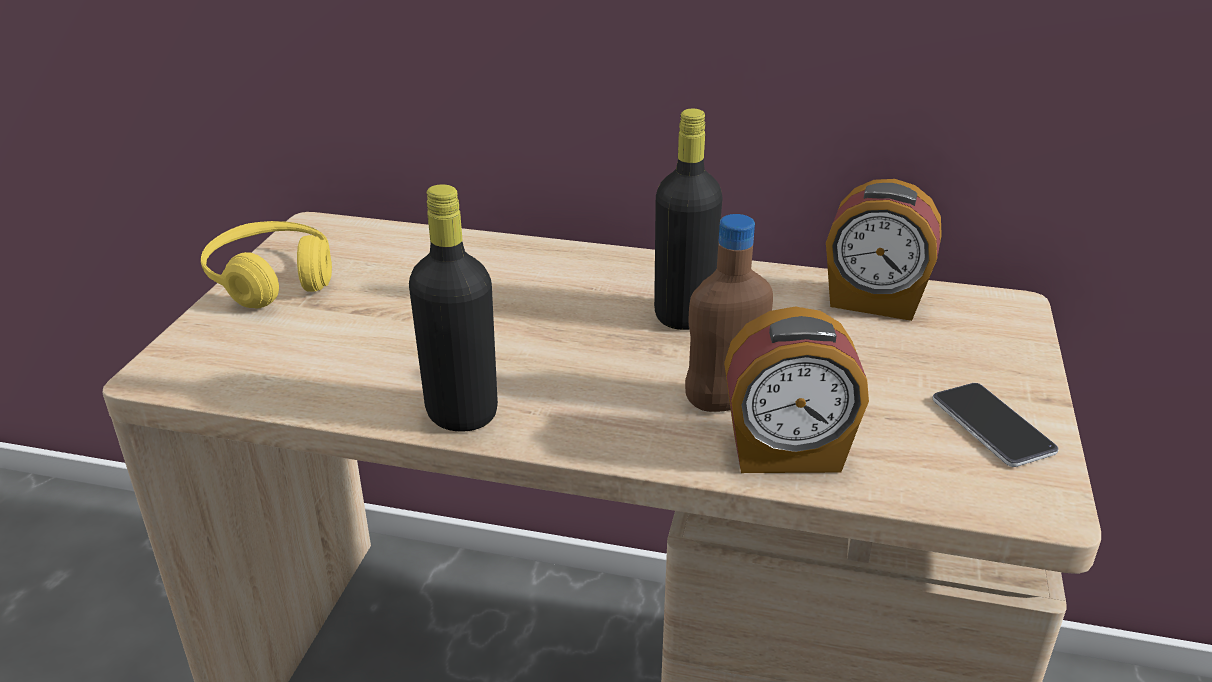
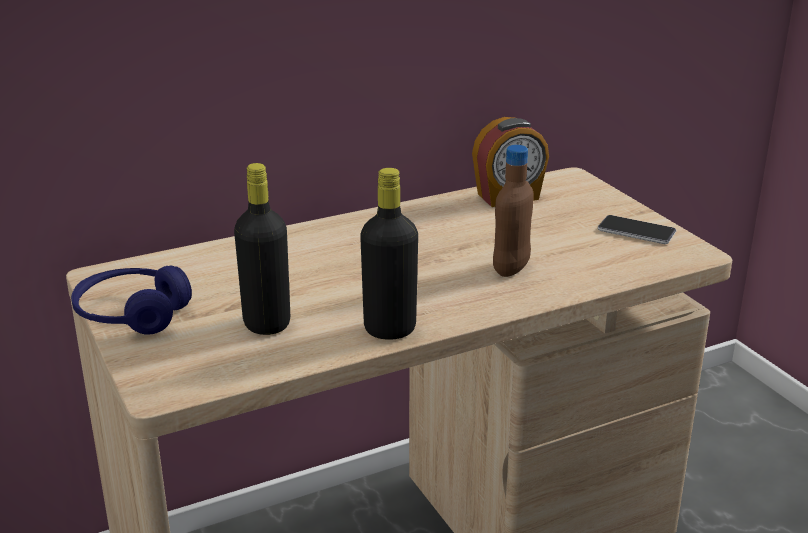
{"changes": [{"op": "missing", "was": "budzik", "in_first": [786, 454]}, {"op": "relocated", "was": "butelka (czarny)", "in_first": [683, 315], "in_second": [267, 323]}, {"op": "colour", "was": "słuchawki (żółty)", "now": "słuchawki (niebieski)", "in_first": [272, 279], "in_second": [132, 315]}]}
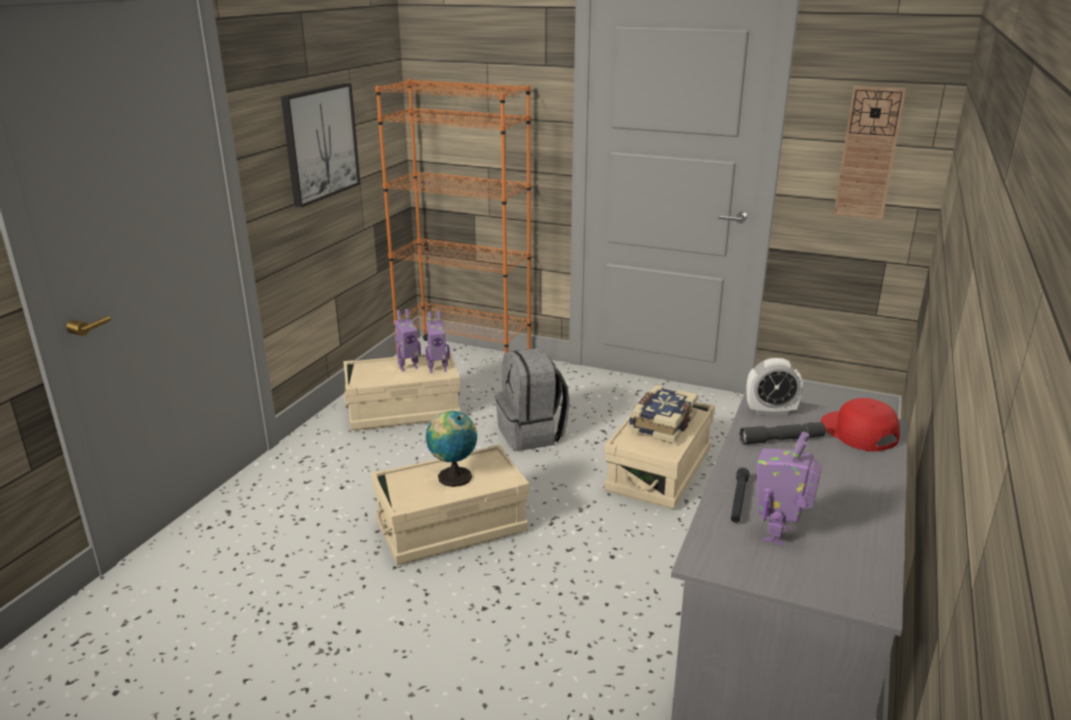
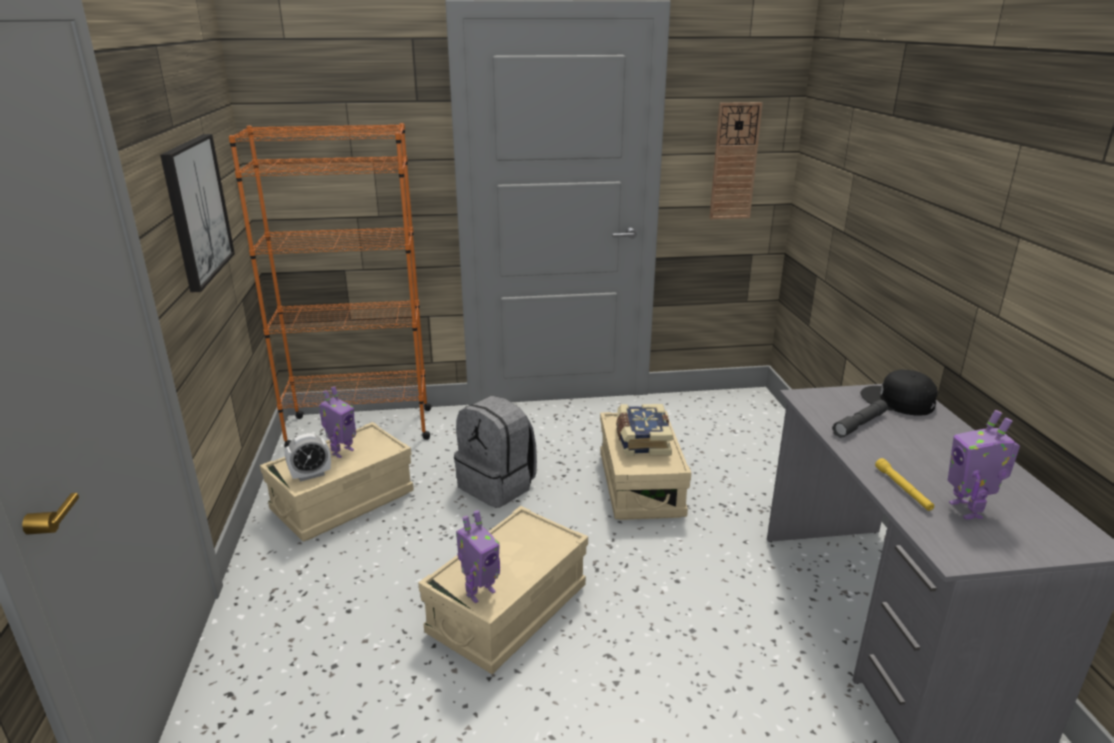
{"changes": [{"op": "missing", "was": "globus", "in_first": [452, 476]}, {"op": "relocated", "was": "robot zabawkowy", "in_first": [438, 369], "in_second": [479, 592]}, {"op": "relocated", "was": "budzik", "in_first": [770, 411], "in_second": [311, 475]}, {"op": "colour", "was": "latarka (czarny)", "now": "latarka (żółty)", "in_first": [738, 500], "in_second": [903, 489]}, {"op": "colour", "was": "czapka z daszkiem (czerwony)", "now": "czapka z daszkiem (czarny)", "in_first": [858, 432], "in_second": [898, 401]}]}
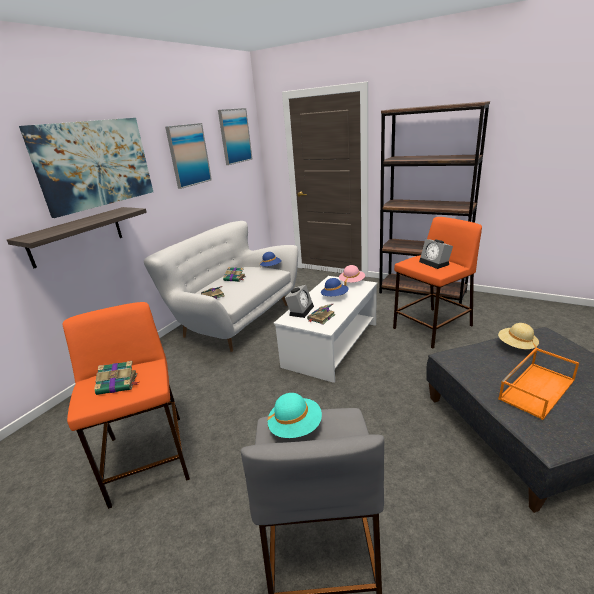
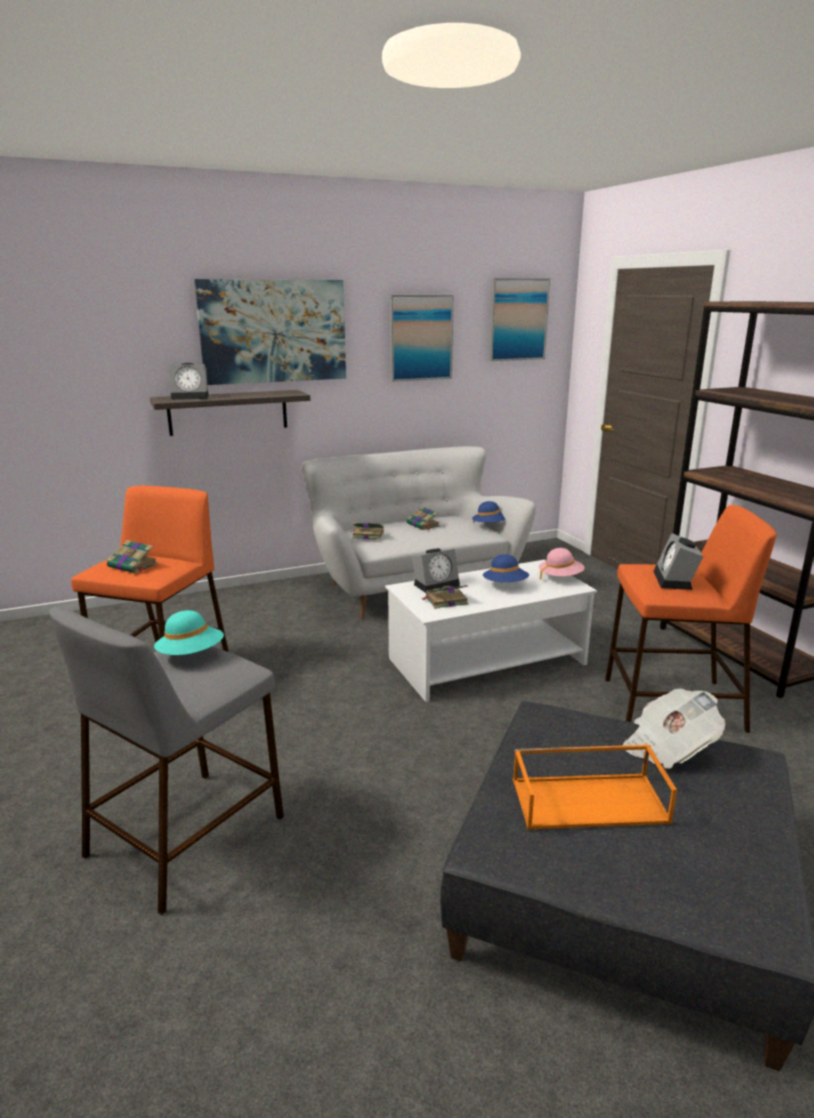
{"changes": [{"op": "appeared", "now": "budzik", "in_second": [191, 397]}, {"op": "exchanged", "was": "kapelusz (beżowy)", "now": "gazeta", "in_first": [516, 346], "in_second": [668, 747]}]}
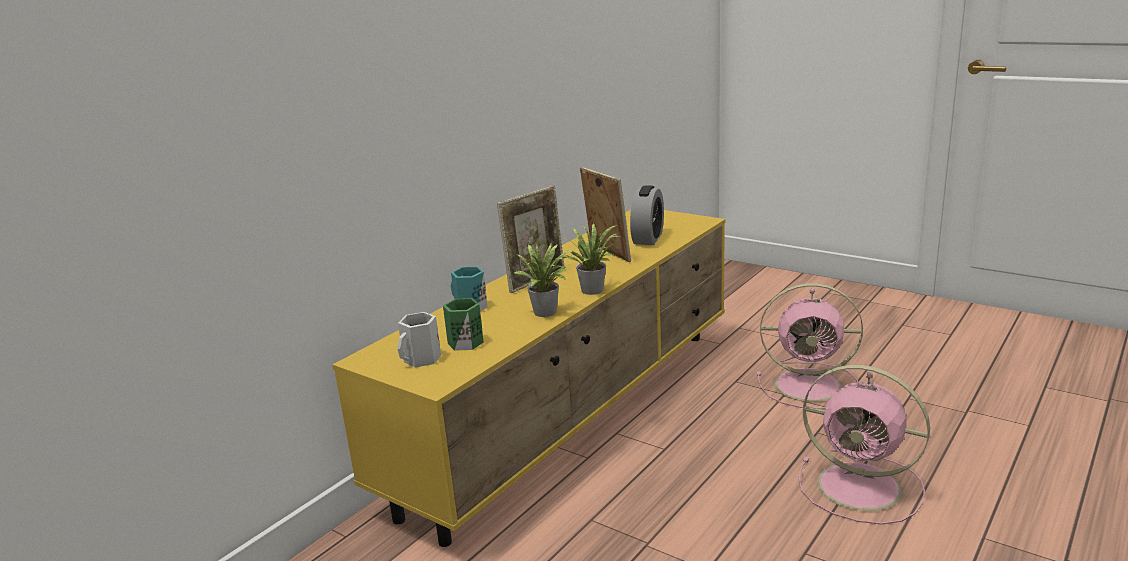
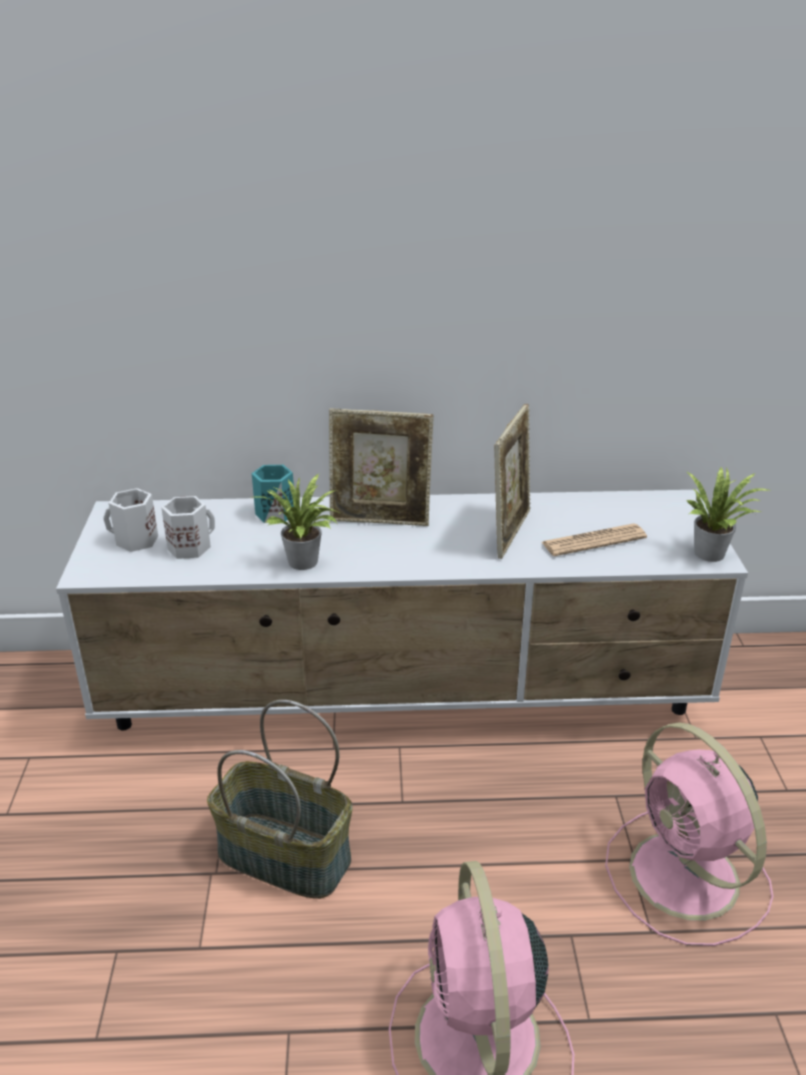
{"changes": [{"op": "appeared", "now": "koszyk", "in_second": [282, 857]}, {"op": "relocated", "was": "roślina doniczkowa", "in_first": [593, 289], "in_second": [713, 553]}, {"op": "exchanged", "was": "budzik", "now": "gazeta", "in_first": [648, 238], "in_second": [593, 541]}, {"op": "colour", "was": "szafka pod telewizor (żółty)", "now": "szafka pod telewizor (biały)", "in_first": [574, 414], "in_second": [406, 696]}, {"op": "colour", "was": "kubek (zielony)", "now": "kubek (biały)", "in_first": [464, 342], "in_second": [190, 547]}]}
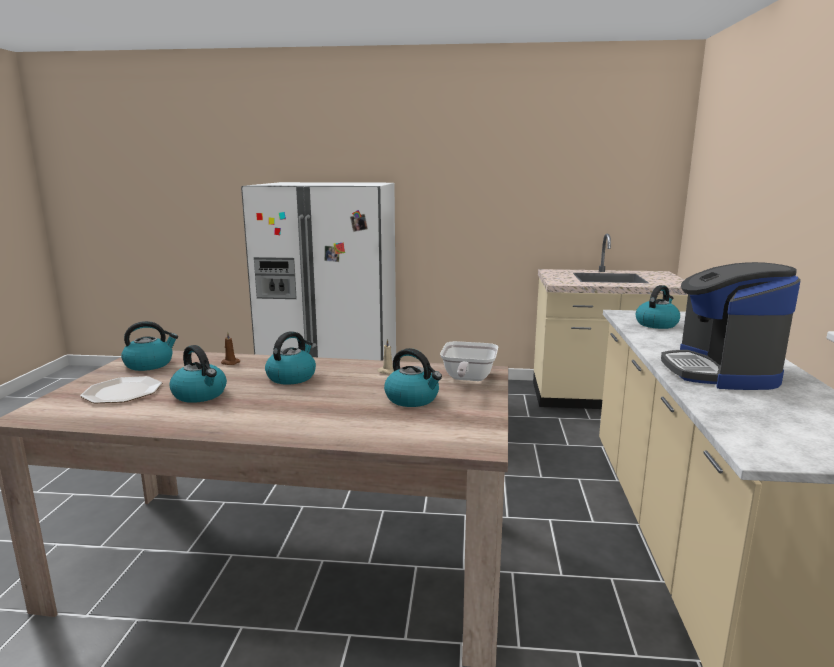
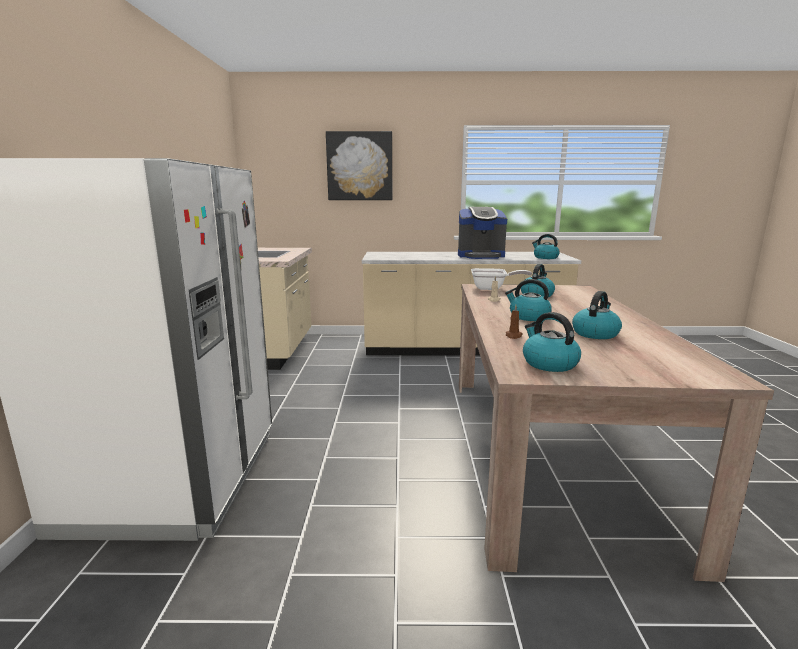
{"changes": [{"op": "missing", "was": "talerz", "in_first": [123, 392]}, {"op": "appeared", "now": "obraz", "in_second": [359, 166]}, {"op": "relocated", "was": "czajnik", "in_first": [656, 324], "in_second": [545, 257]}]}
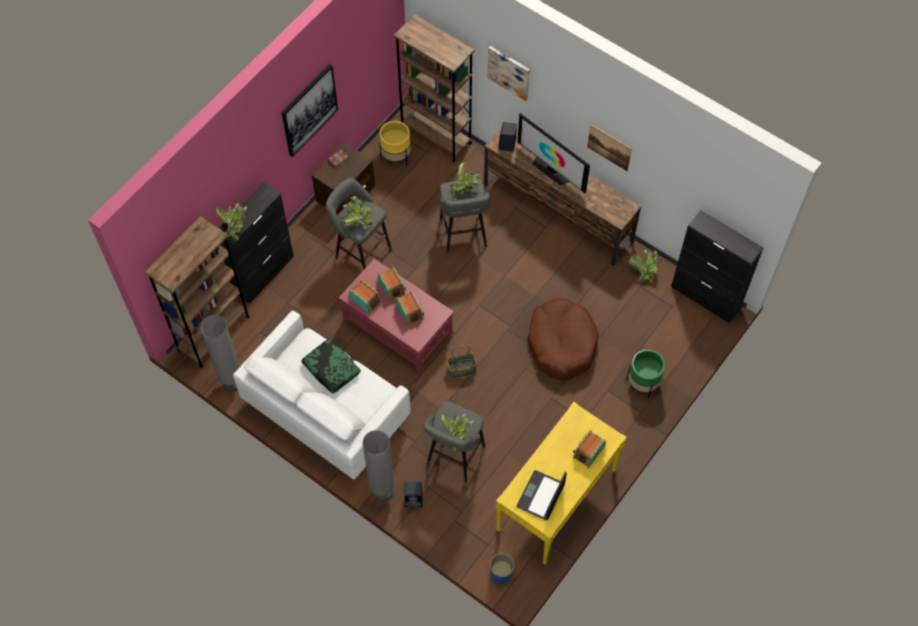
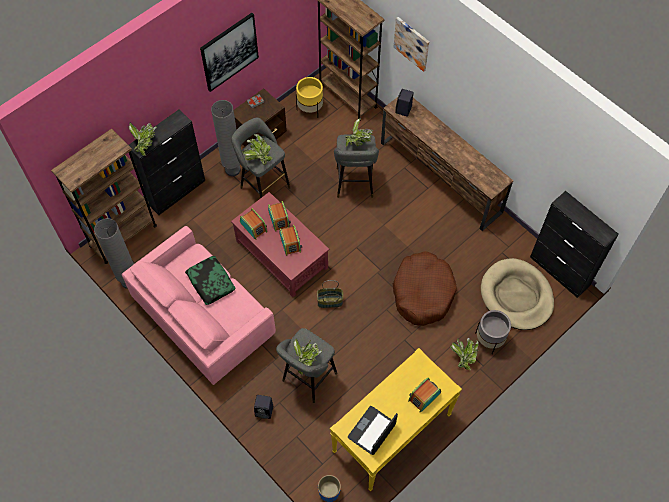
{"changes": [{"op": "missing", "was": "telewizor", "in_first": [551, 170]}, {"op": "missing", "was": "obraz", "in_first": [609, 147]}, {"op": "appeared", "now": "legowisko (beżowy)", "in_second": [516, 296]}, {"op": "relocated", "was": "lampa stojąca (szary)", "in_first": [382, 492], "in_second": [232, 170]}, {"op": "relocated", "was": "roślina doniczkowa", "in_first": [643, 271], "in_second": [463, 356]}, {"op": "colour", "was": "kanapa (biały)", "now": "kanapa (różowy)", "in_first": [327, 411], "in_second": [205, 319]}, {"op": "colour", "was": "donica (zielony)", "now": "donica (szary)", "in_first": [643, 383], "in_second": [489, 339]}]}
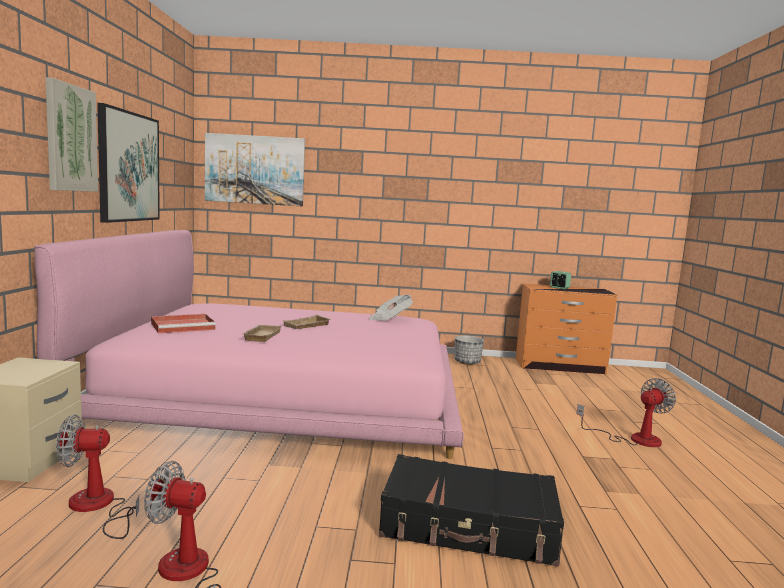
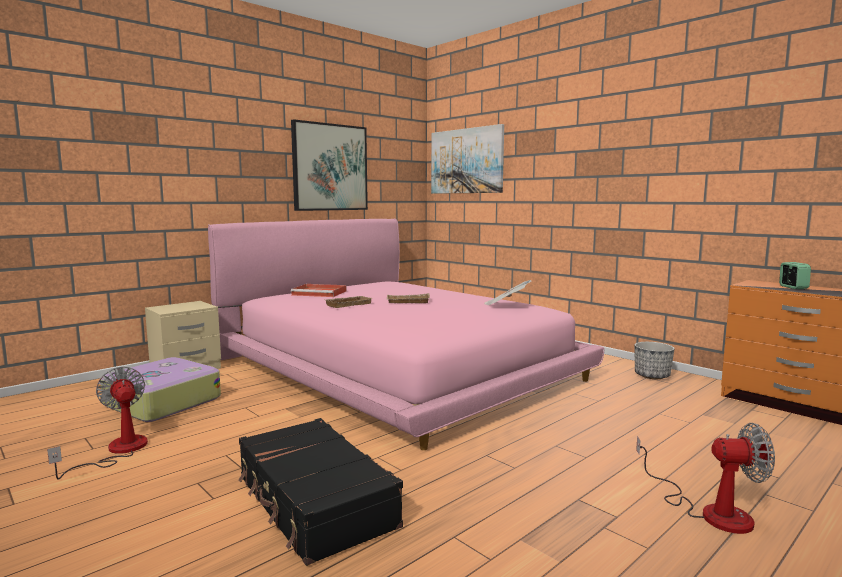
{"changes": [{"op": "missing", "was": "obraz", "in_first": [70, 138]}, {"op": "exchanged", "was": "wentylator", "now": "walizka", "in_first": [98, 507], "in_second": [161, 402]}]}
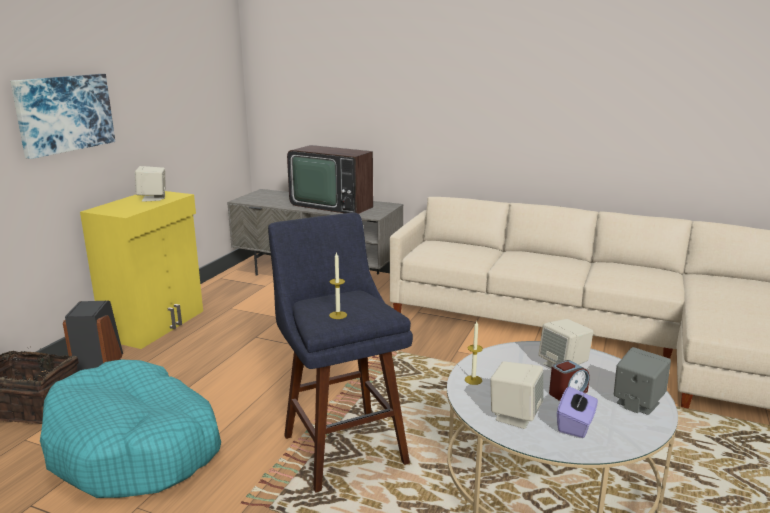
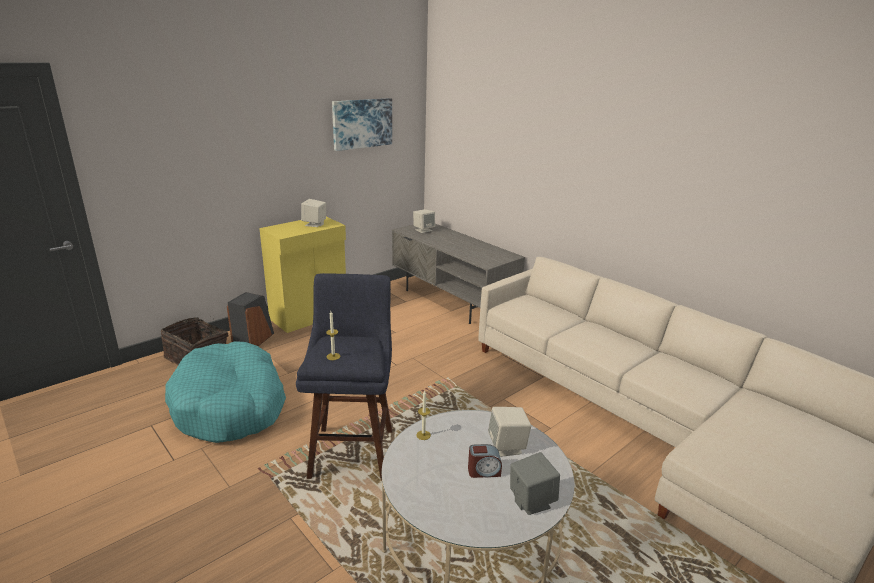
{"changes": [{"op": "missing", "was": "telewizor", "in_first": [333, 204]}, {"op": "missing", "was": "pudełko chusteczek (fioletowy)", "in_first": [575, 425]}, {"op": "relocated", "was": "obraz", "in_first": [64, 113], "in_second": [362, 123]}, {"op": "relocated", "was": "głośnik (beżowy)", "in_first": [514, 415], "in_second": [423, 230]}]}
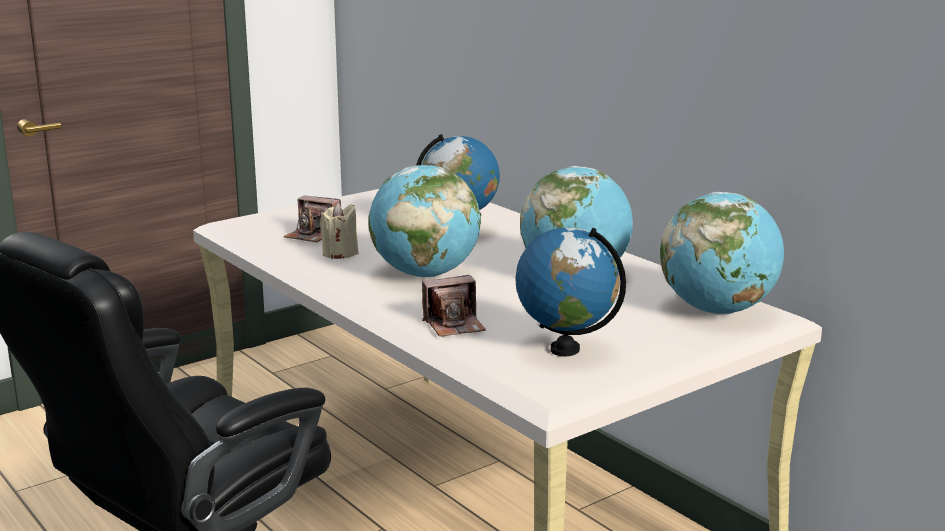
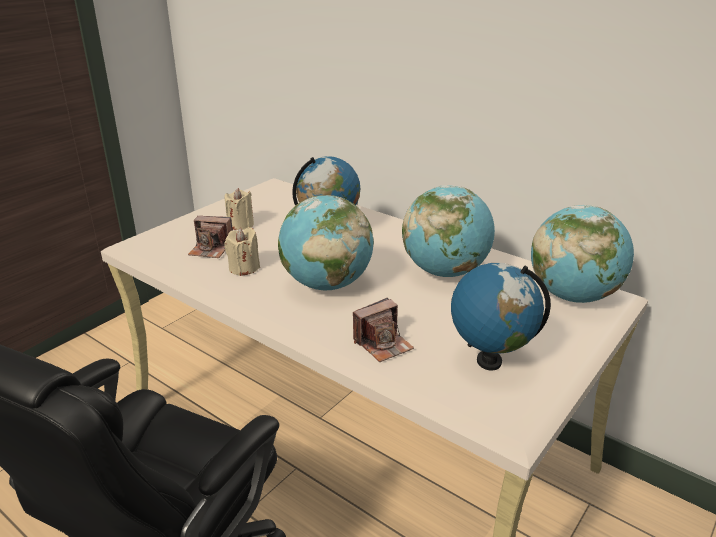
{"changes": [{"op": "appeared", "now": "świeca (beżowy)", "in_second": [240, 225]}]}
